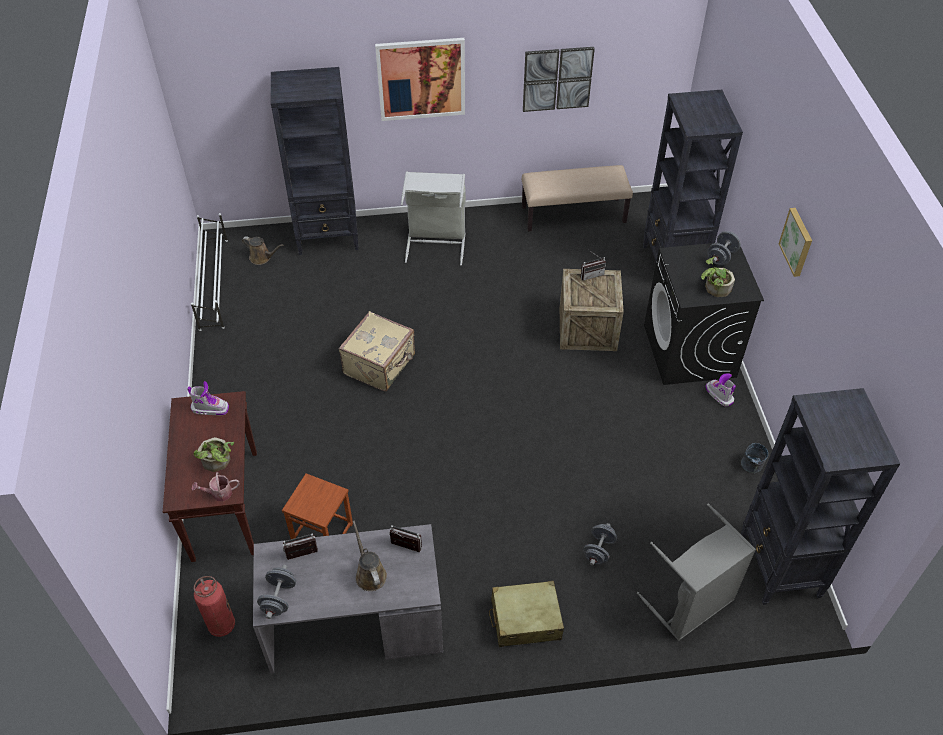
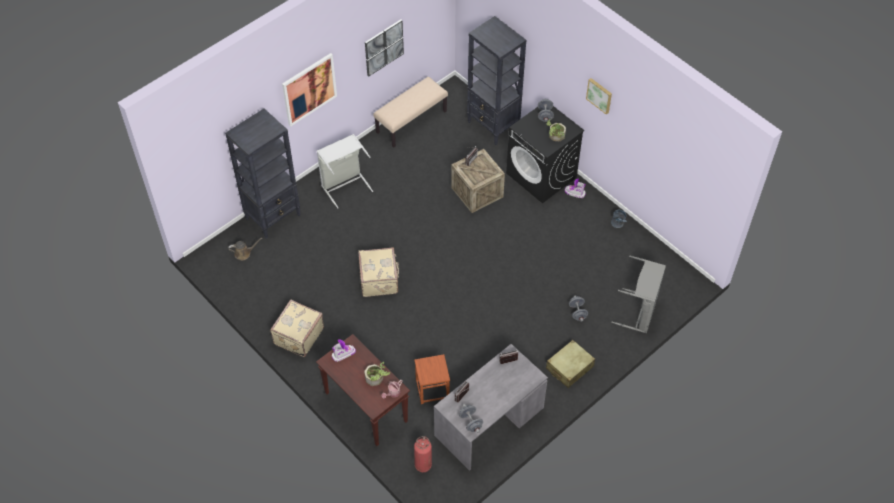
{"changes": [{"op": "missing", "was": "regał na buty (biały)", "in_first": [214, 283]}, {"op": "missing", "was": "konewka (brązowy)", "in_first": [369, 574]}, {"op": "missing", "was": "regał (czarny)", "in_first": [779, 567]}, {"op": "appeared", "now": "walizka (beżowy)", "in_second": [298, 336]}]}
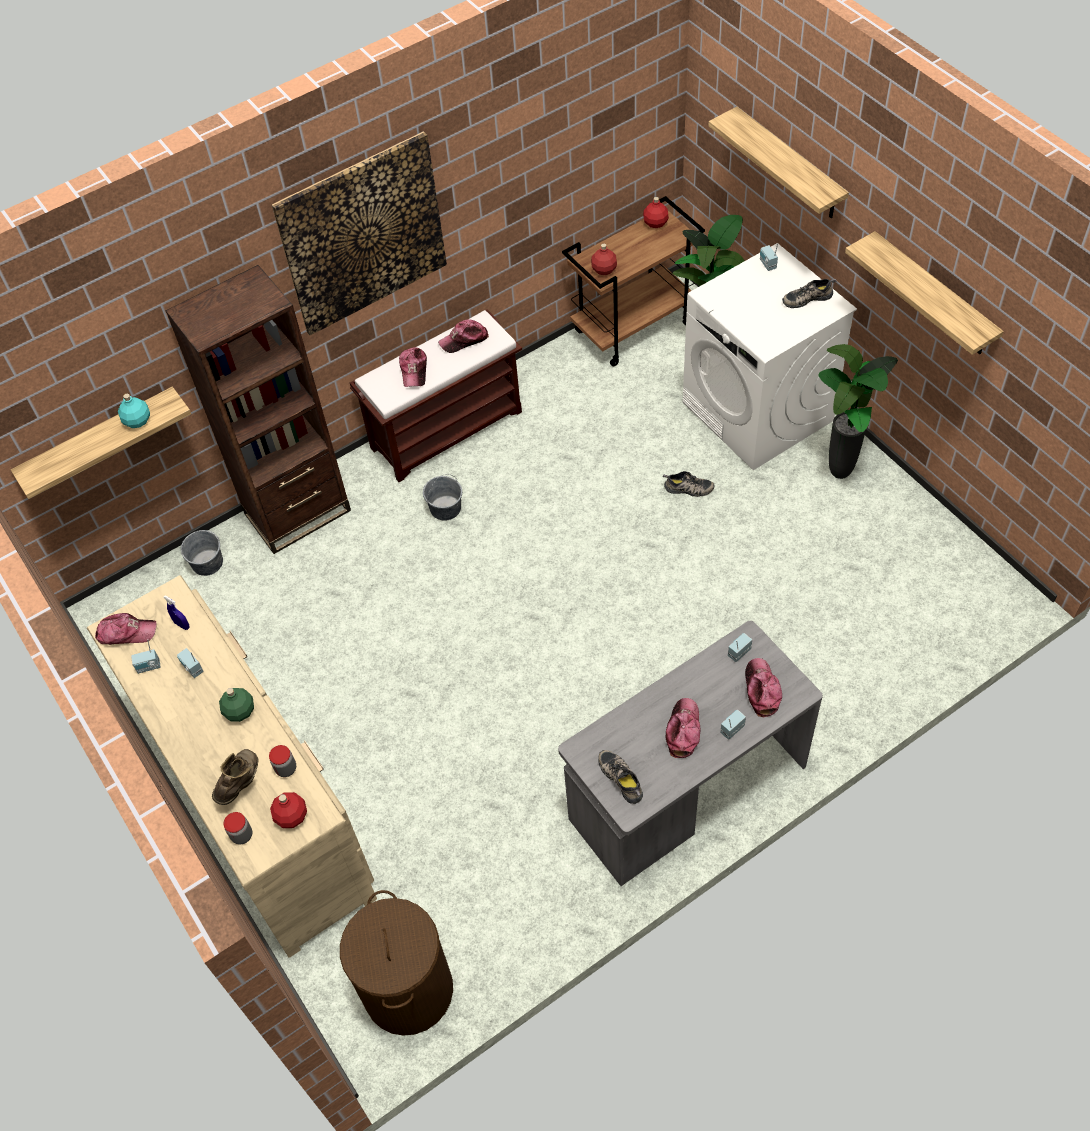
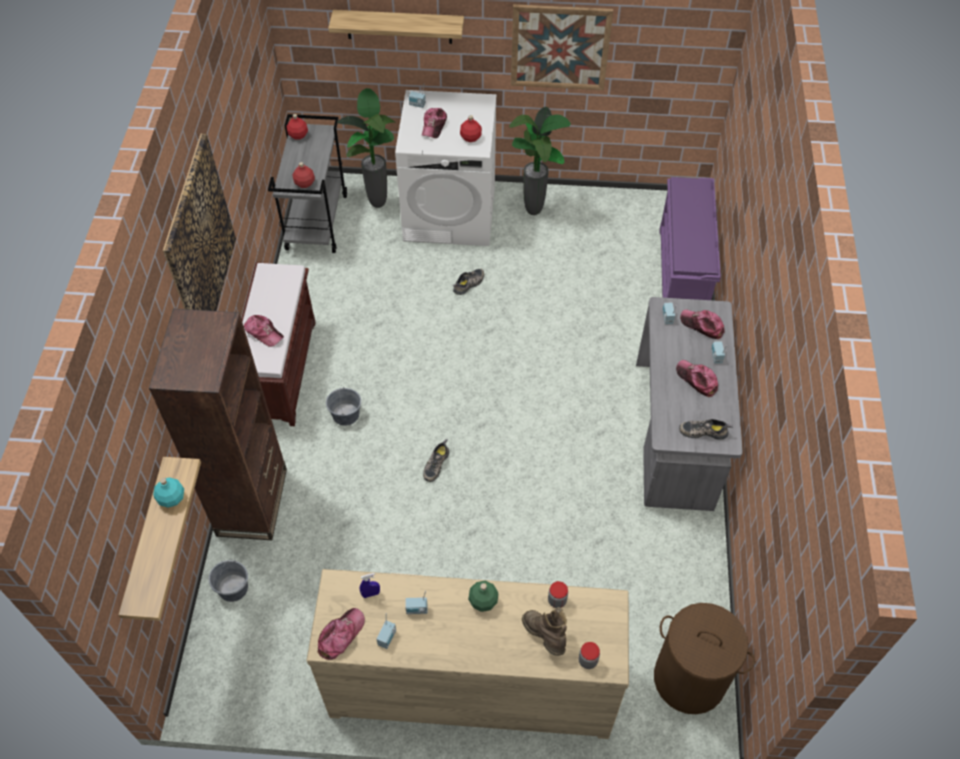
{"changes": [{"op": "appeared", "now": "regał na buty (fioletowy)", "in_second": [682, 275]}, {"op": "relocated", "was": "butelka (czerwony)", "in_first": [291, 816], "in_second": [470, 138]}, {"op": "relocated", "was": "czapka z daszkiem", "in_first": [464, 340], "in_second": [434, 126]}, {"op": "relocated", "was": "but", "in_first": [807, 297], "in_second": [435, 464]}, {"op": "exchanged", "was": "półka", "now": "obraz", "in_first": [933, 296], "in_second": [560, 47]}, {"op": "colour", "was": "wózek (brązowy)", "now": "wózek (szary)", "in_first": [634, 326], "in_second": [316, 221]}]}
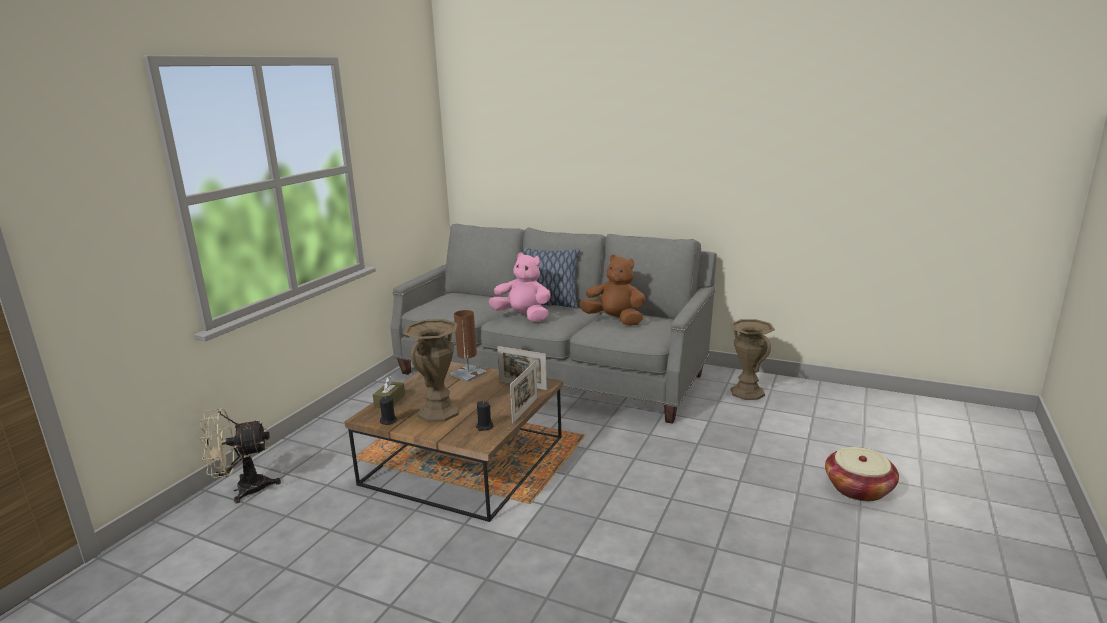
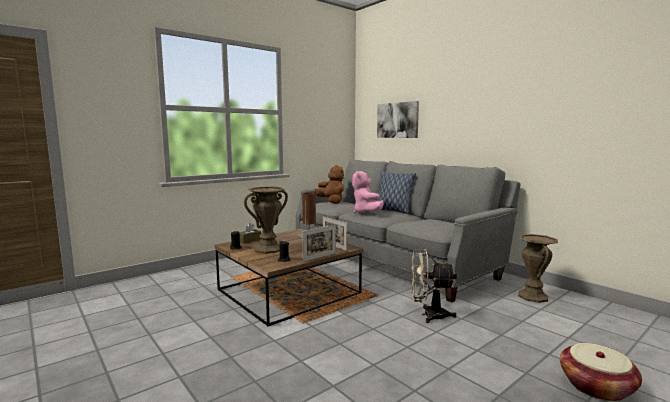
{"changes": [{"op": "appeared", "now": "obraz", "in_second": [397, 120]}, {"op": "relocated", "was": "wentylator (beżowy)", "in_first": [243, 489], "in_second": [428, 315]}, {"op": "relocated", "was": "pluszak (brązowy)", "in_first": [615, 320], "in_second": [331, 202]}, {"op": "spun", "was": "pluszak (różowy)", "in_first": [523, 317], "in_second": [366, 212], "clockwise": -150}]}
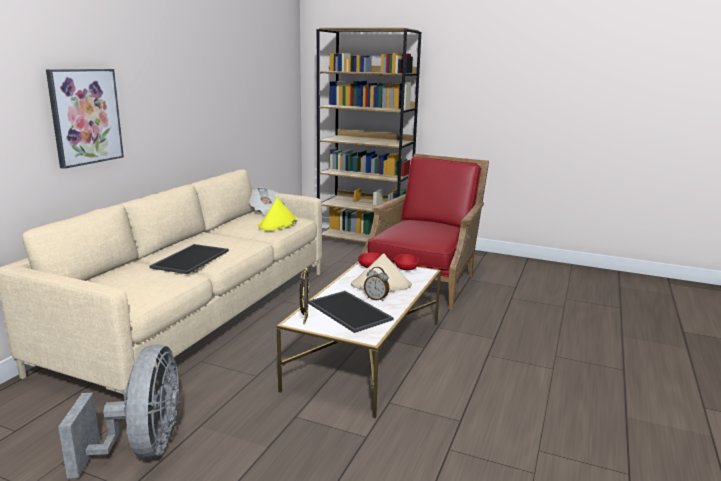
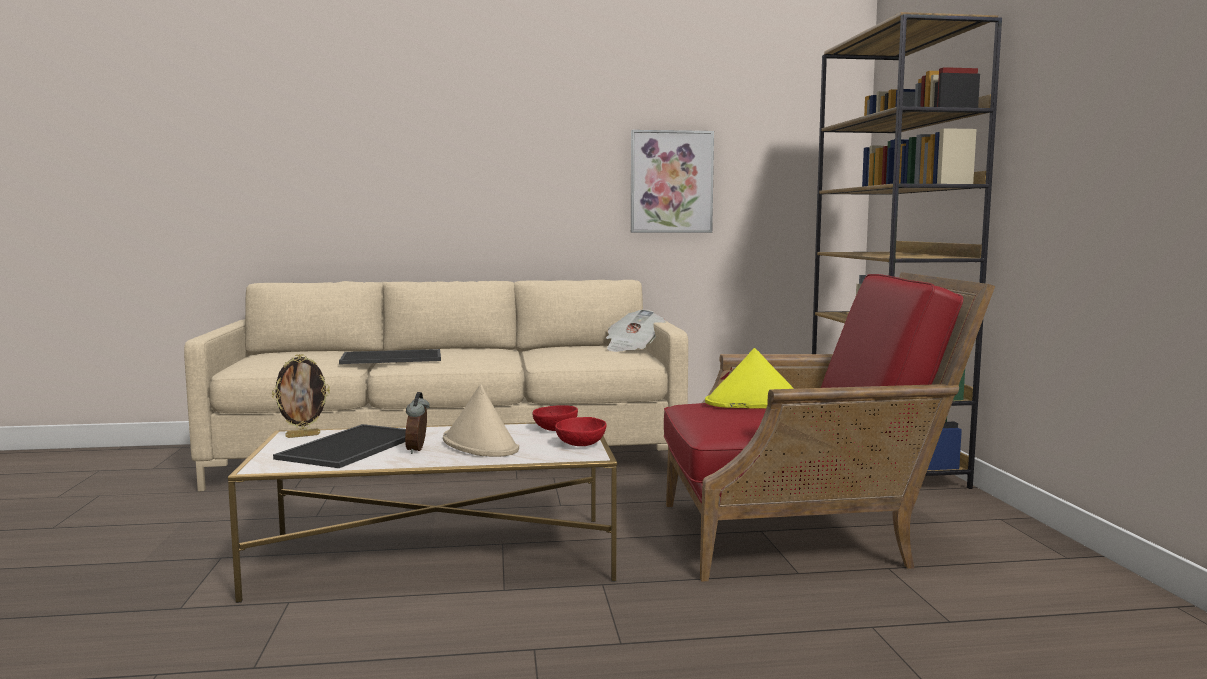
{"changes": [{"op": "missing", "was": "wentylator (szary)", "in_first": [143, 448]}, {"op": "relocated", "was": "obraz", "in_first": [85, 116], "in_second": [671, 182]}, {"op": "relocated", "was": "kapelusz (żółty)", "in_first": [278, 224], "in_second": [754, 403]}]}
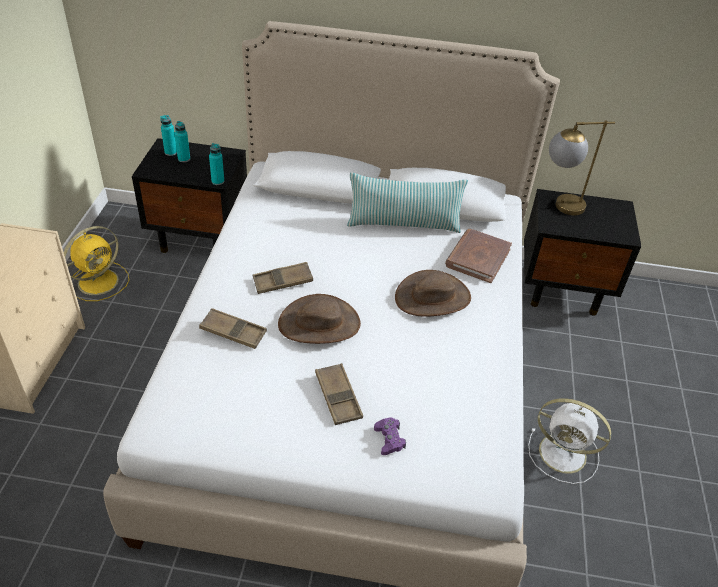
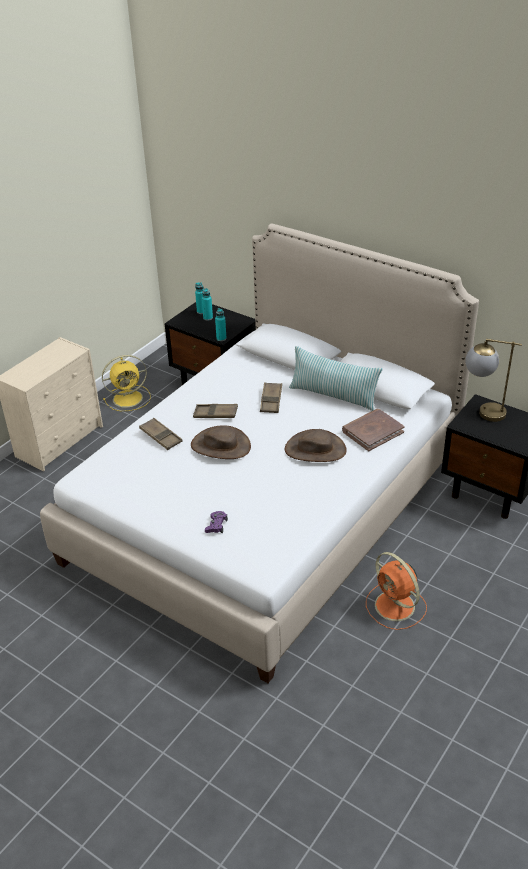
{"changes": [{"op": "relocated", "was": "taca (brązowy)", "in_first": [338, 397], "in_second": [271, 400]}, {"op": "colour", "was": "wentylator (biały)", "now": "wentylator (pomarańczowy)", "in_first": [564, 454], "in_second": [396, 607]}]}
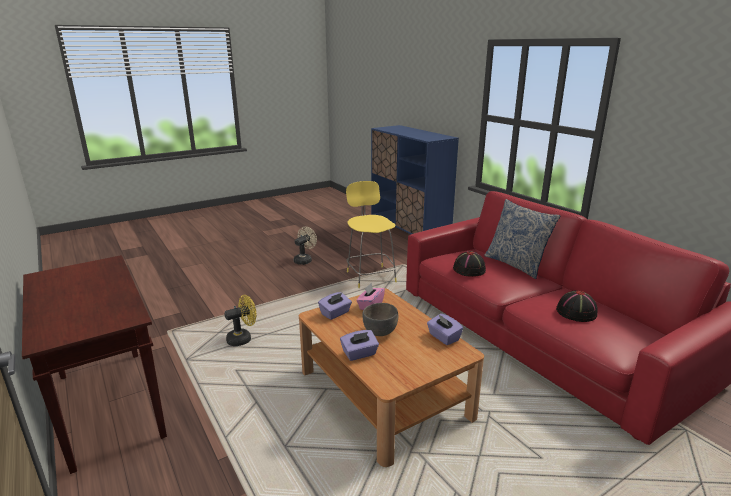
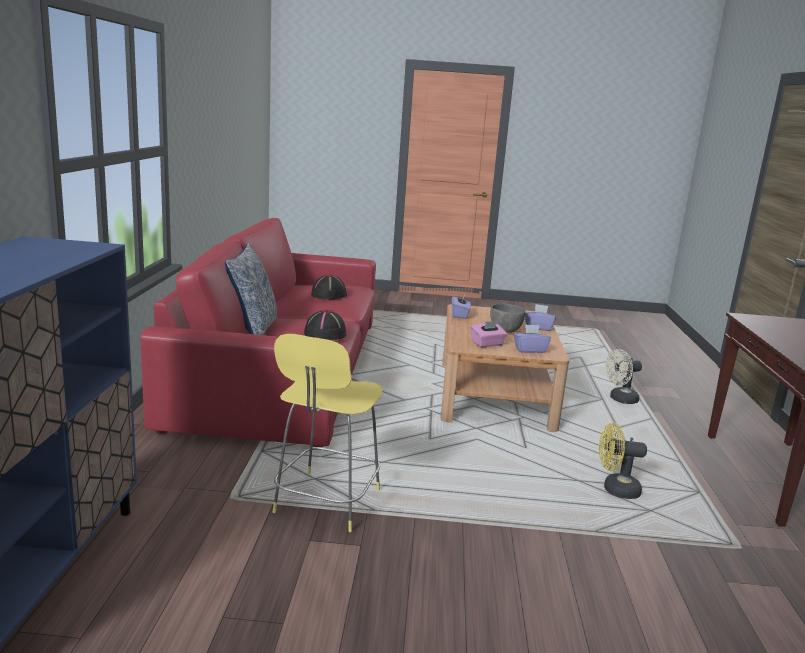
{"changes": [{"op": "relocated", "was": "wentylator (beżowy)", "in_first": [304, 260], "in_second": [620, 399]}]}
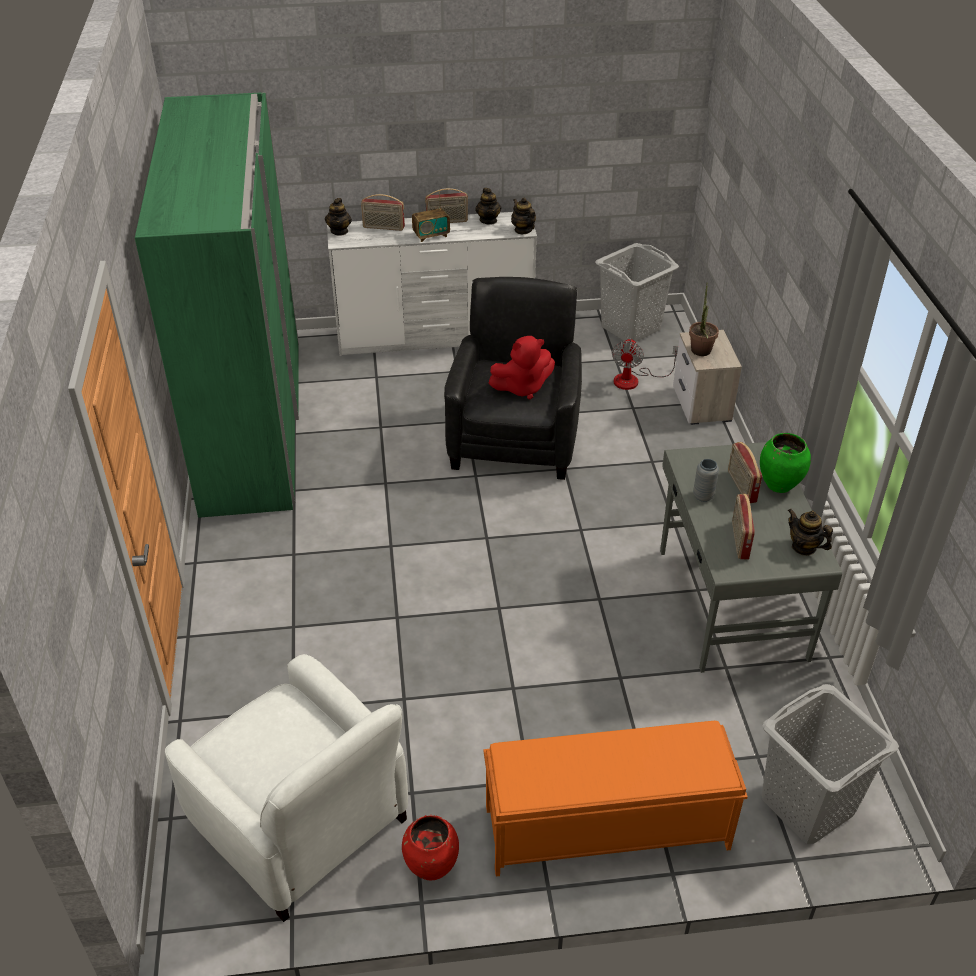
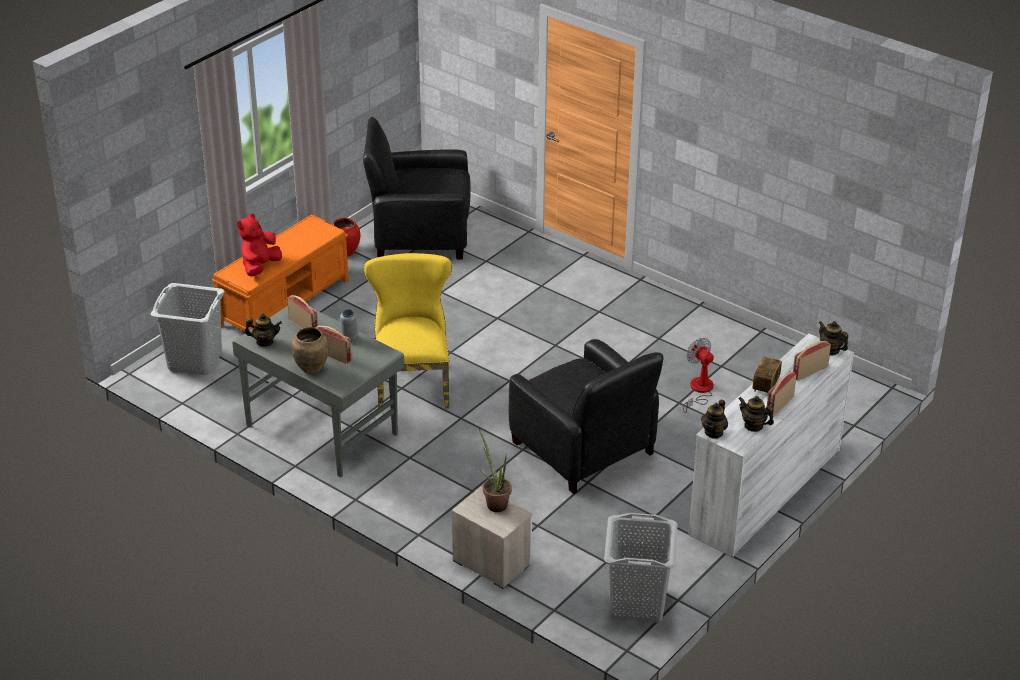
{"changes": [{"op": "missing", "was": "szafa (zielony)", "in_first": [251, 425]}, {"op": "appeared", "now": "krzesło (żółty)", "in_second": [412, 383]}, {"op": "relocated", "was": "pluszak (czerwony)", "in_first": [522, 388], "in_second": [260, 267]}, {"op": "relocated", "was": "wentylator", "in_first": [634, 380], "in_second": [699, 391]}, {"op": "colour", "was": "fotel (biały)", "now": "fotel (czarny)", "in_first": [301, 824], "in_second": [419, 235]}, {"op": "colour", "was": "wazon (zielony)", "now": "wazon (brązowy)", "in_first": [779, 485], "in_second": [312, 368]}, {"op": "spun", "was": "imbryk", "in_first": [523, 230], "in_second": [714, 432], "clockwise": 105}]}
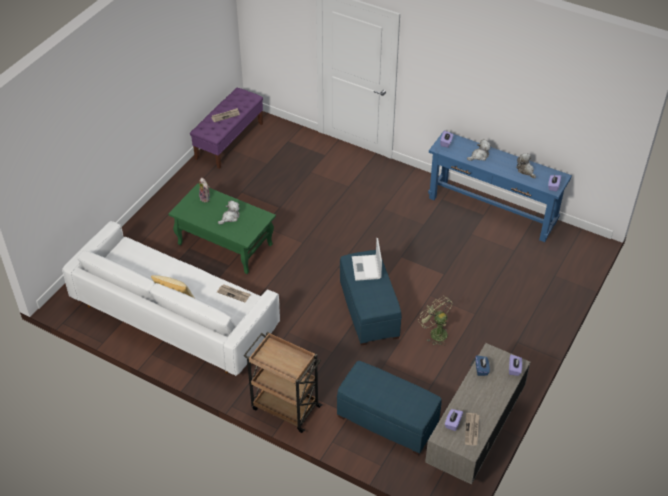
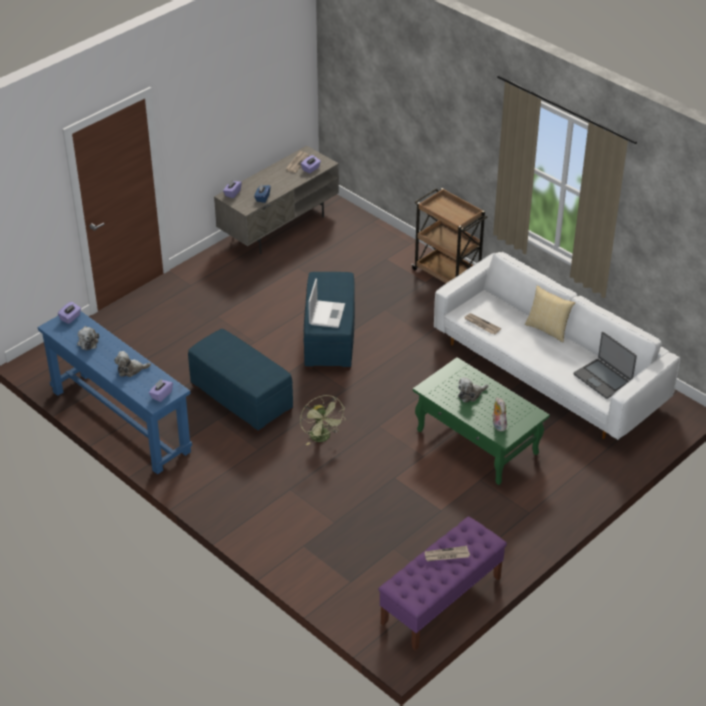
{"changes": [{"op": "appeared", "now": "laptop", "in_second": [603, 379]}, {"op": "relocated", "was": "pufa (niebieski)", "in_first": [387, 421], "in_second": [242, 398]}, {"op": "relocated", "was": "wentylator (zielony)", "in_first": [435, 332], "in_second": [322, 438]}]}
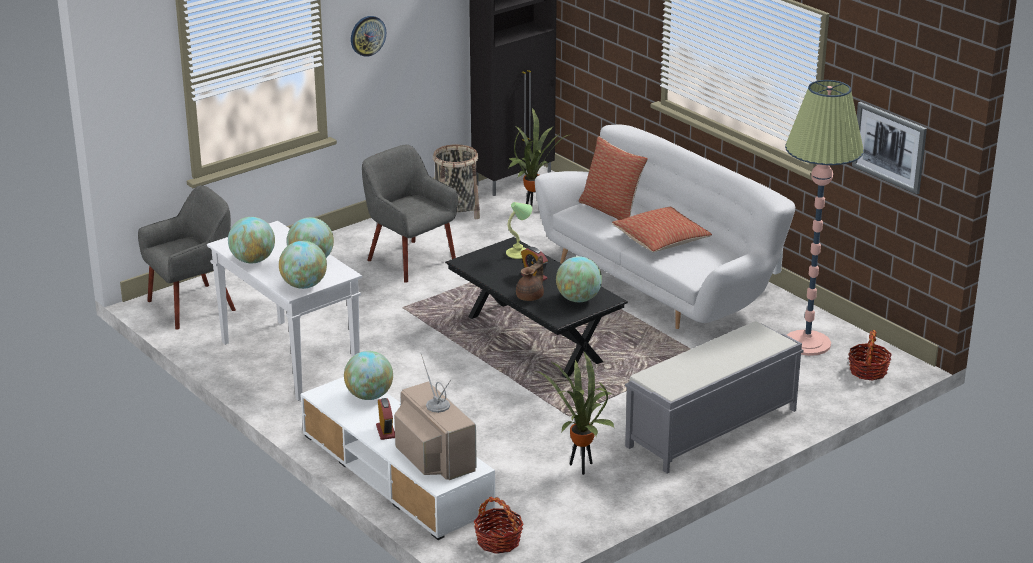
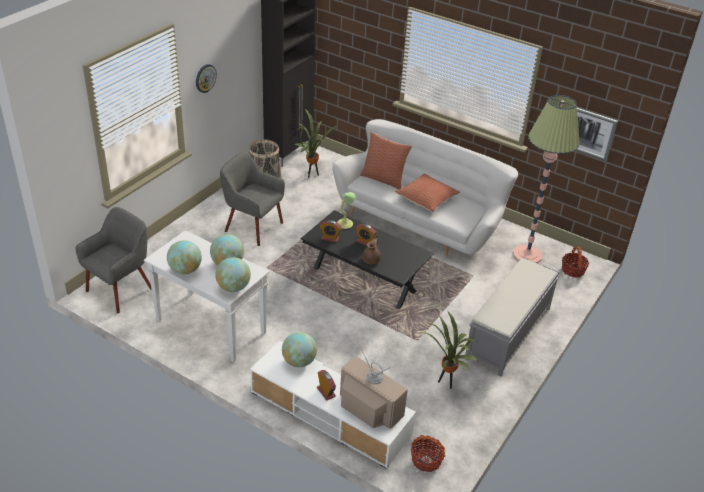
{"changes": [{"op": "missing", "was": "globus", "in_first": [578, 299]}, {"op": "appeared", "now": "budzik", "in_second": [330, 238]}]}
